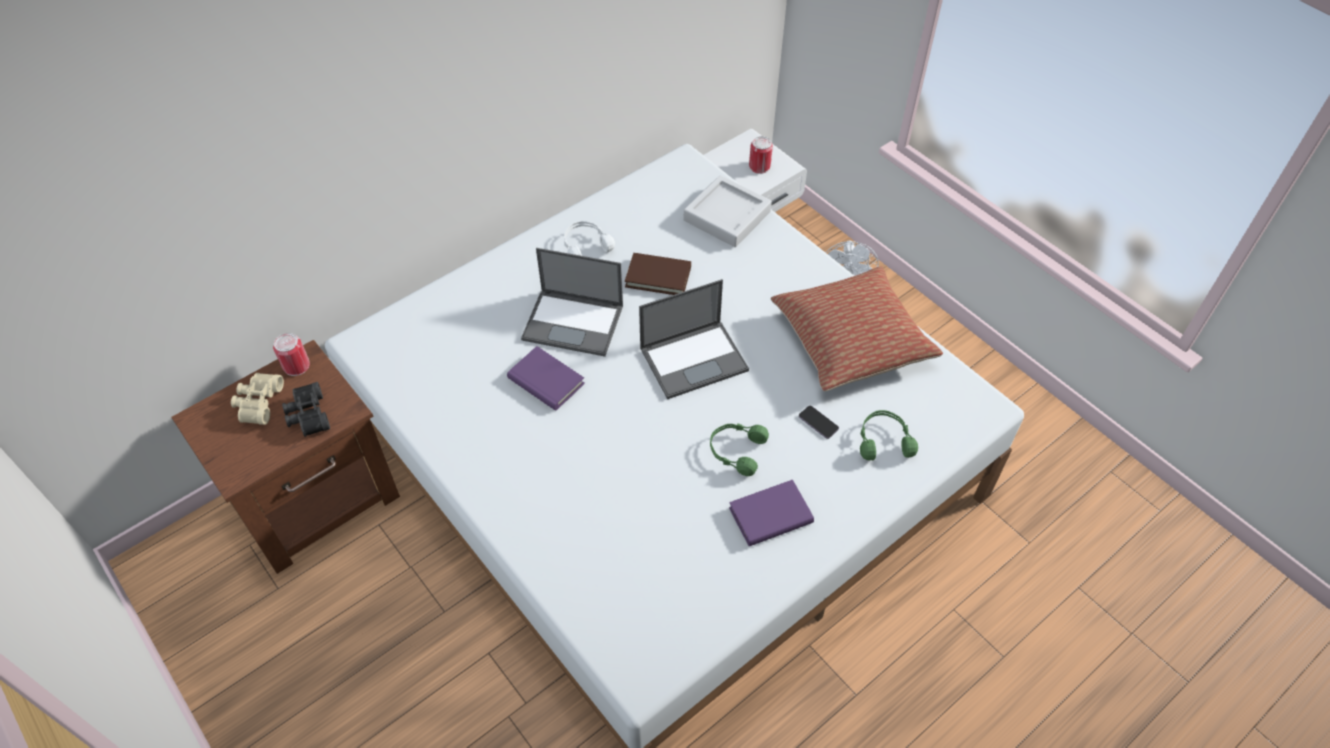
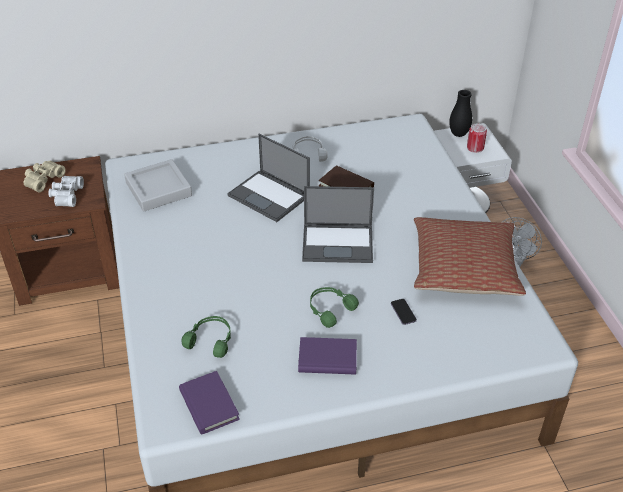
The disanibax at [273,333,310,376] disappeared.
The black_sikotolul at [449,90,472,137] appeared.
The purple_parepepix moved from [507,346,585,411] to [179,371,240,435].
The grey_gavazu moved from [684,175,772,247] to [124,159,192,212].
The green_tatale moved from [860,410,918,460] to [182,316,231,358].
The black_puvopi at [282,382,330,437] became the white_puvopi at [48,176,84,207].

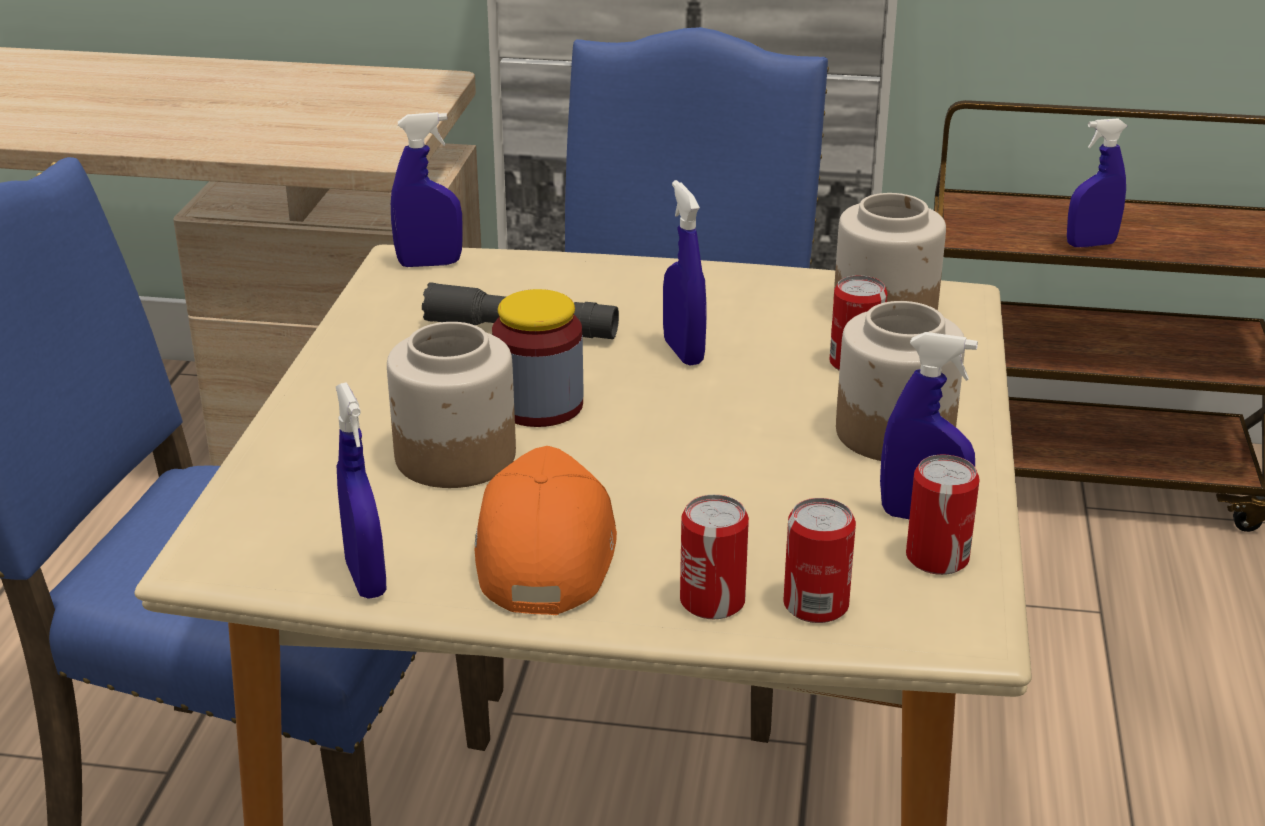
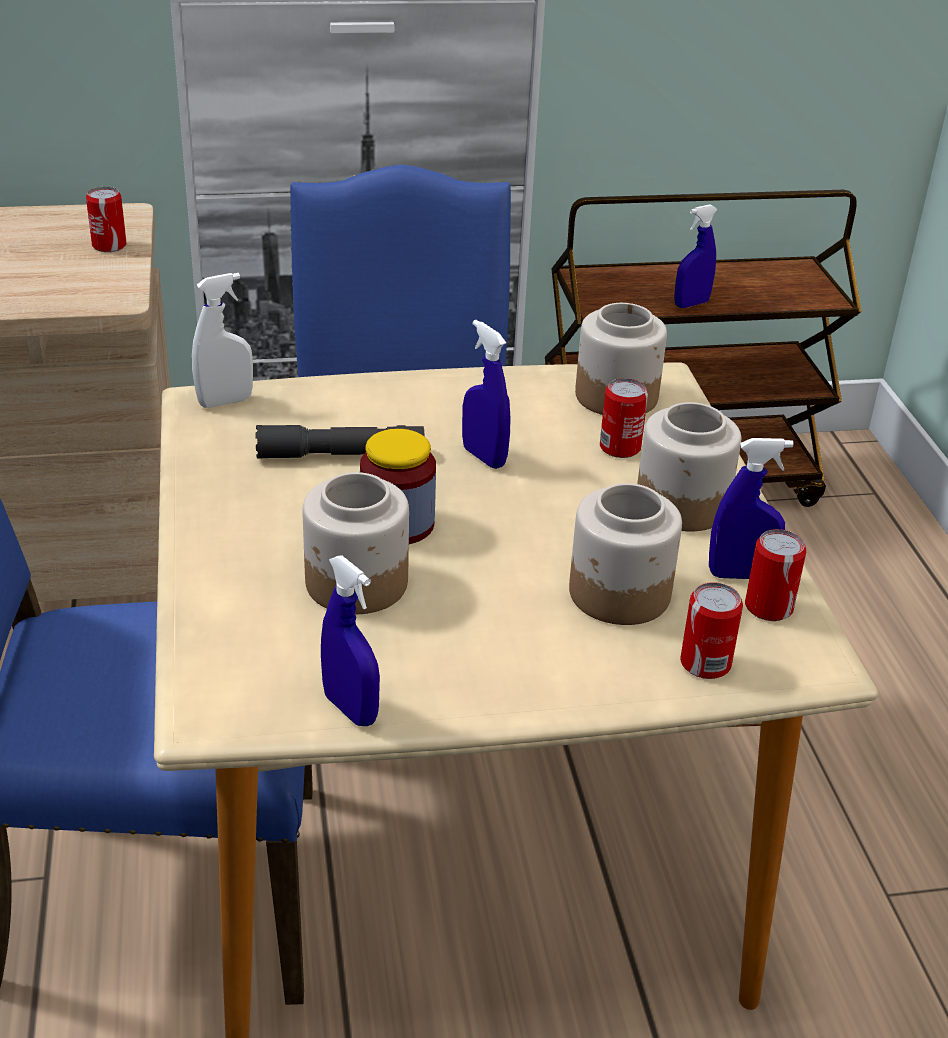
The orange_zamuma at [475,446,617,615] disappeared.
The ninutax at [569,483,682,625] appeared.
The disanibax moved from [680,495,749,619] to [86,187,127,252].
The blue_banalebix at [391,112,463,267] became the white_banalebix at [192,273,253,408].

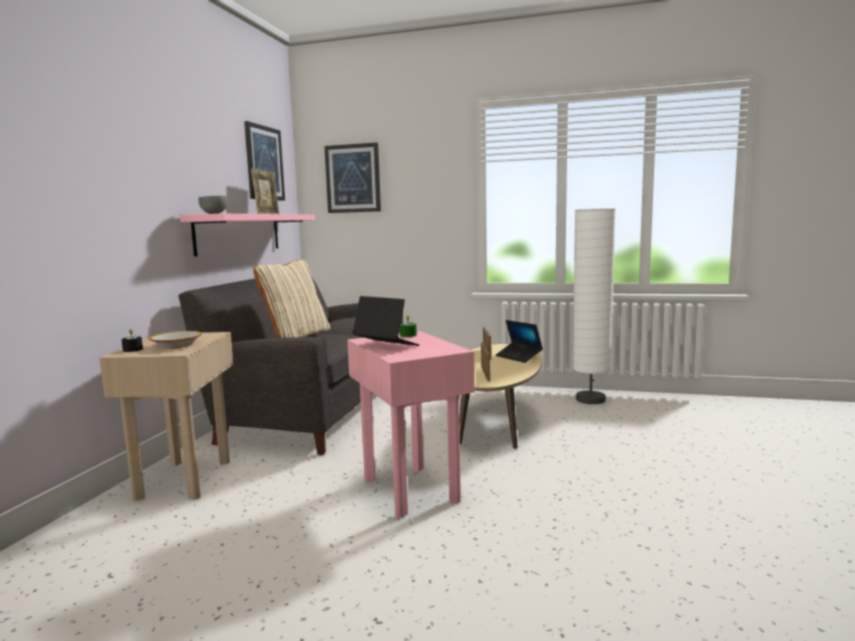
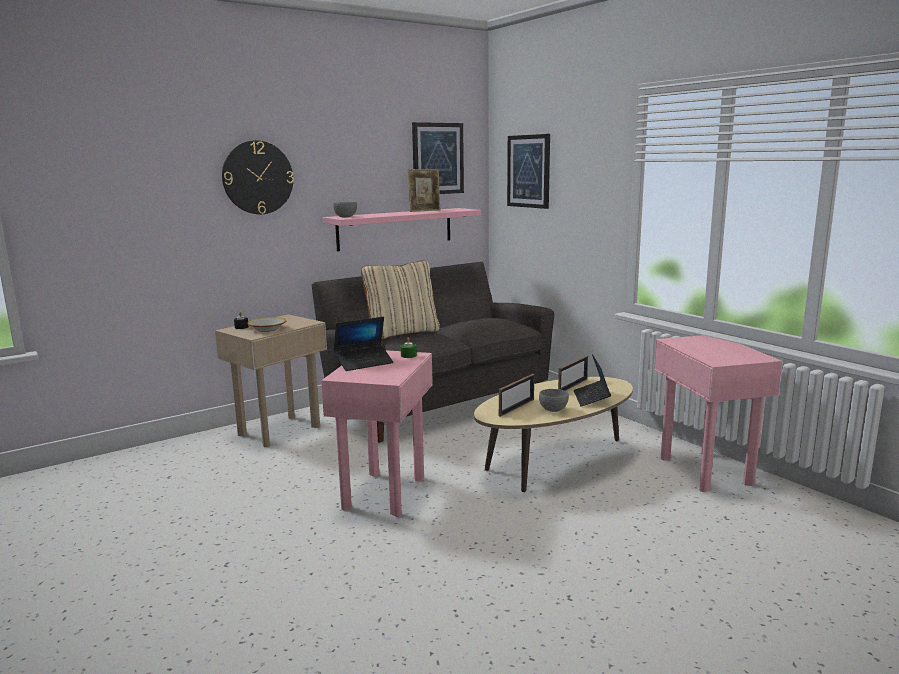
The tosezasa at [222,140,294,214] appeared.
The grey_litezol at [539,389,569,412] appeared.
The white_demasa at [572,208,616,404] was replaced by the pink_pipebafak at [654,335,782,492].
The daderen at [352,296,419,346] turned 75 degrees clockwise.

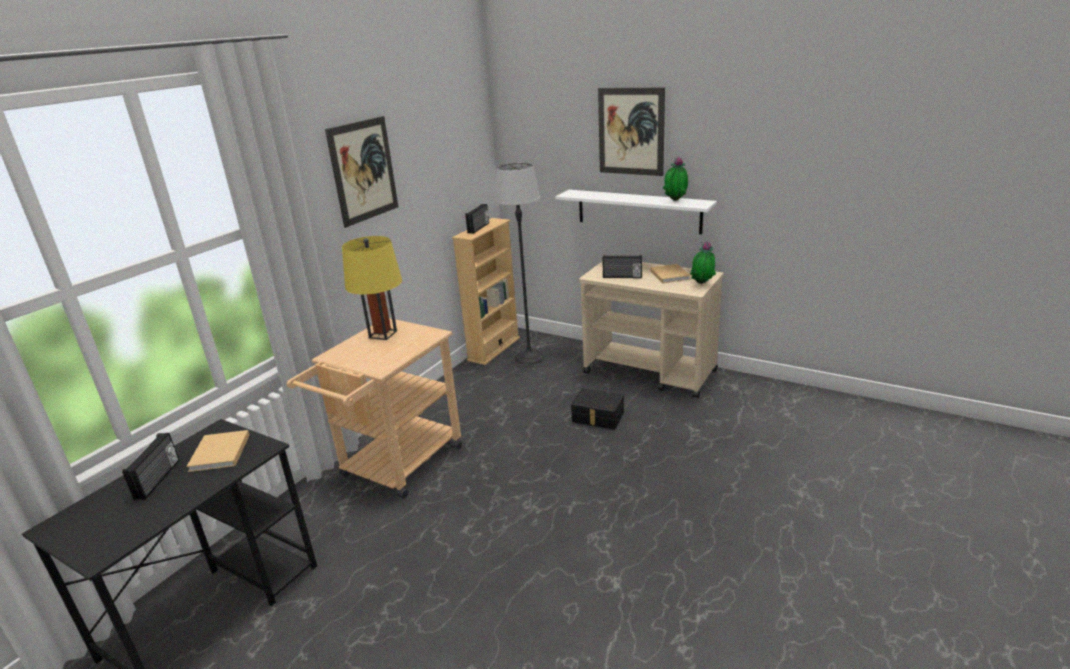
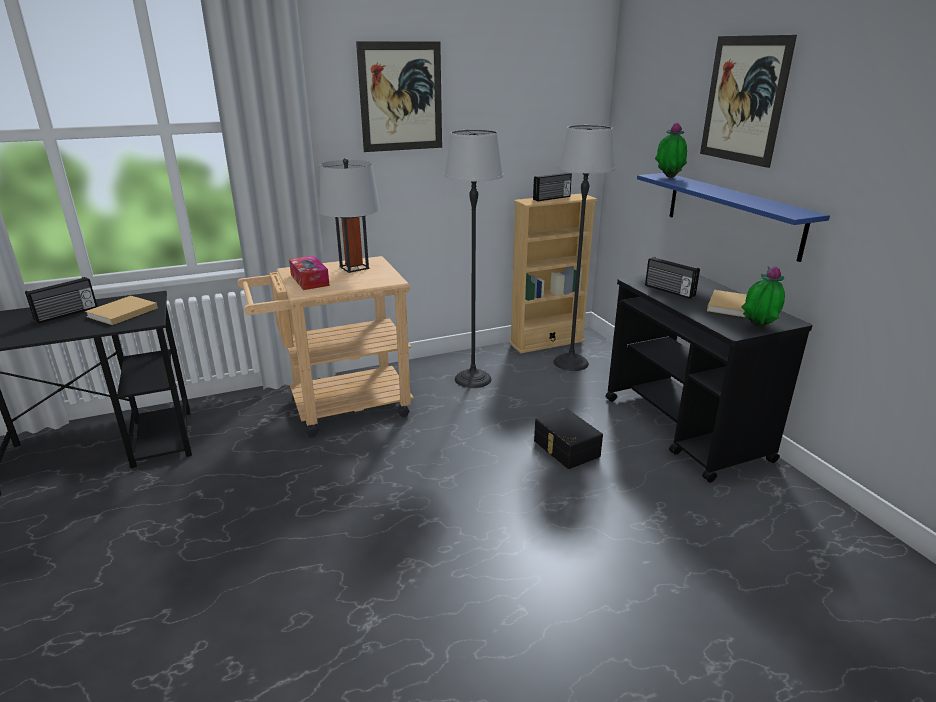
The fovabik at [289,256,330,290] appeared.
The demasa at [444,130,504,388] appeared.
The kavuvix moved from [663,157,688,201] to [655,122,687,178].
The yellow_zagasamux at [342,236,402,340] became the grey_zagasamux at [319,158,380,273].
The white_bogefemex at [555,190,717,234] became the blue_bogefemex at [637,173,830,262].
The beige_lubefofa at [579,261,724,399] became the black_lubefofa at [605,275,813,482].

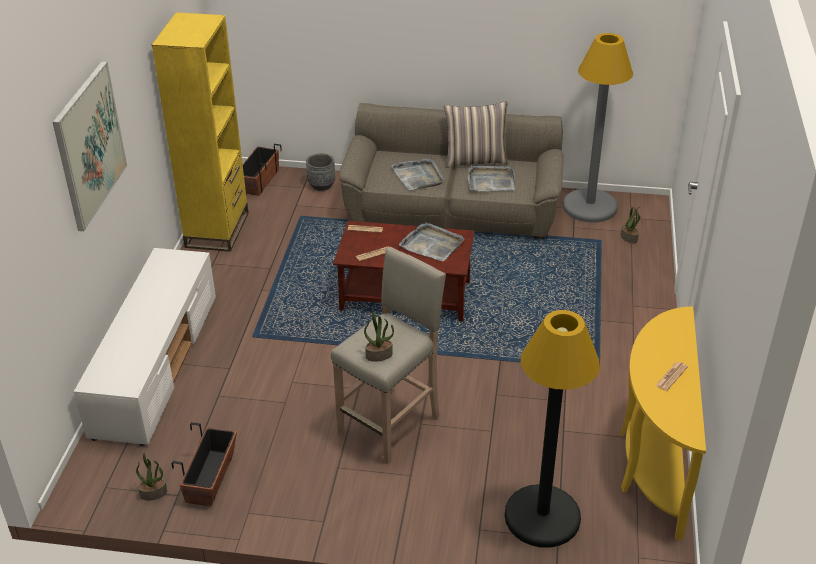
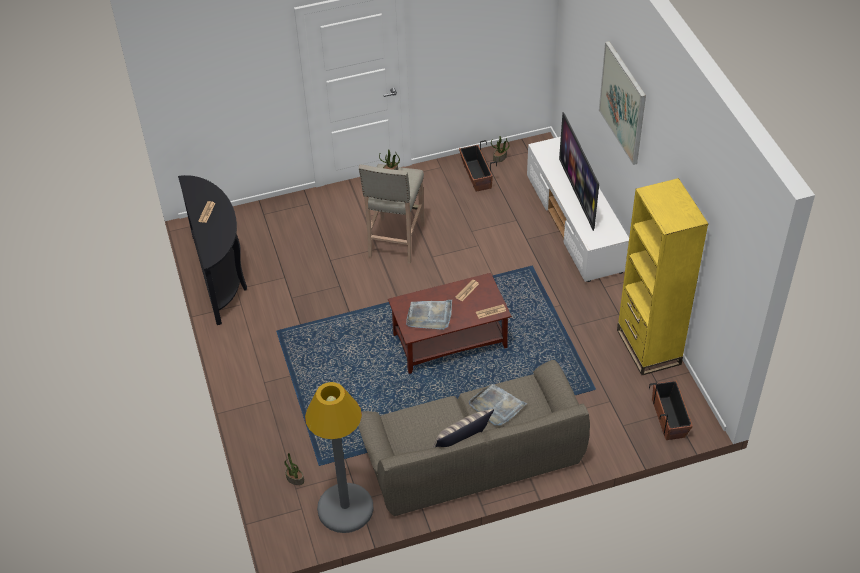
The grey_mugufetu at [306,153,335,191] disappeared.
The grey_gavazu at [468,166,515,191] disappeared.
The black_demasa at [505,310,600,548] disappeared.
The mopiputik at [559,112,599,231] appeared.
The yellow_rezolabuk at [620,306,706,540] became the black_rezolabuk at [178,175,247,325].

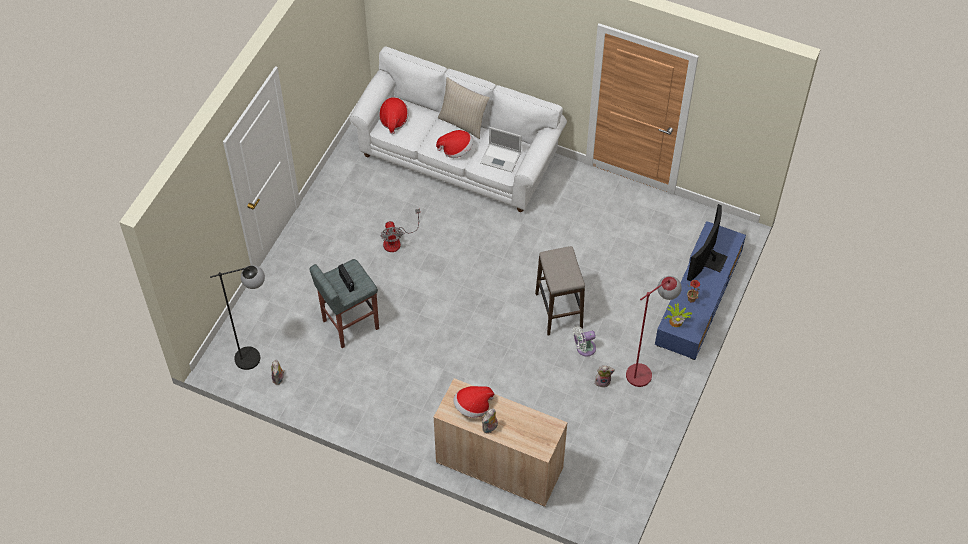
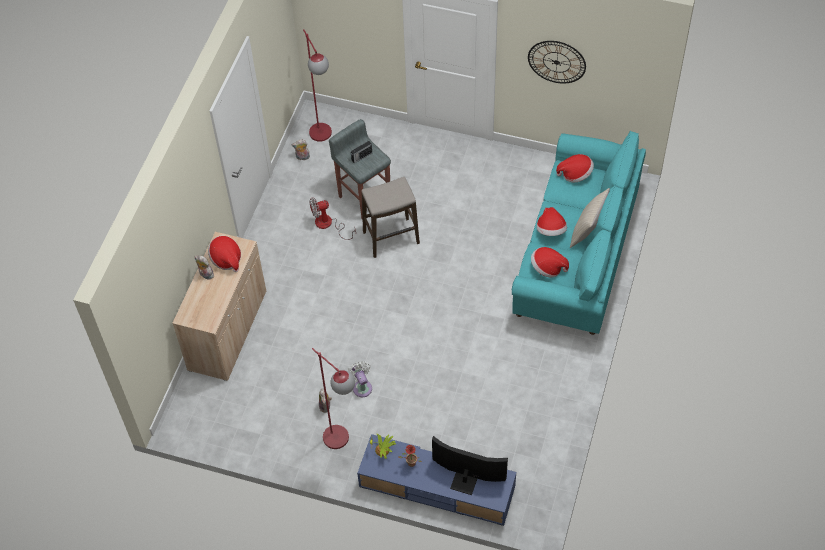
The tosezasa at [528,41,586,84] appeared.
The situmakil moved from [381,209,420,252] to [309,197,356,240].
The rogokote moved from [535,246,585,335] to [361,177,420,258].
The daderen at [480,127,522,172] was replaced by the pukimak at [531,247,569,277].
The black_demasa at [210,265,265,370] became the red_demasa at [303,29,332,142].
The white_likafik at [349,47,567,212] became the turquoise_likafik at [512,131,646,335].

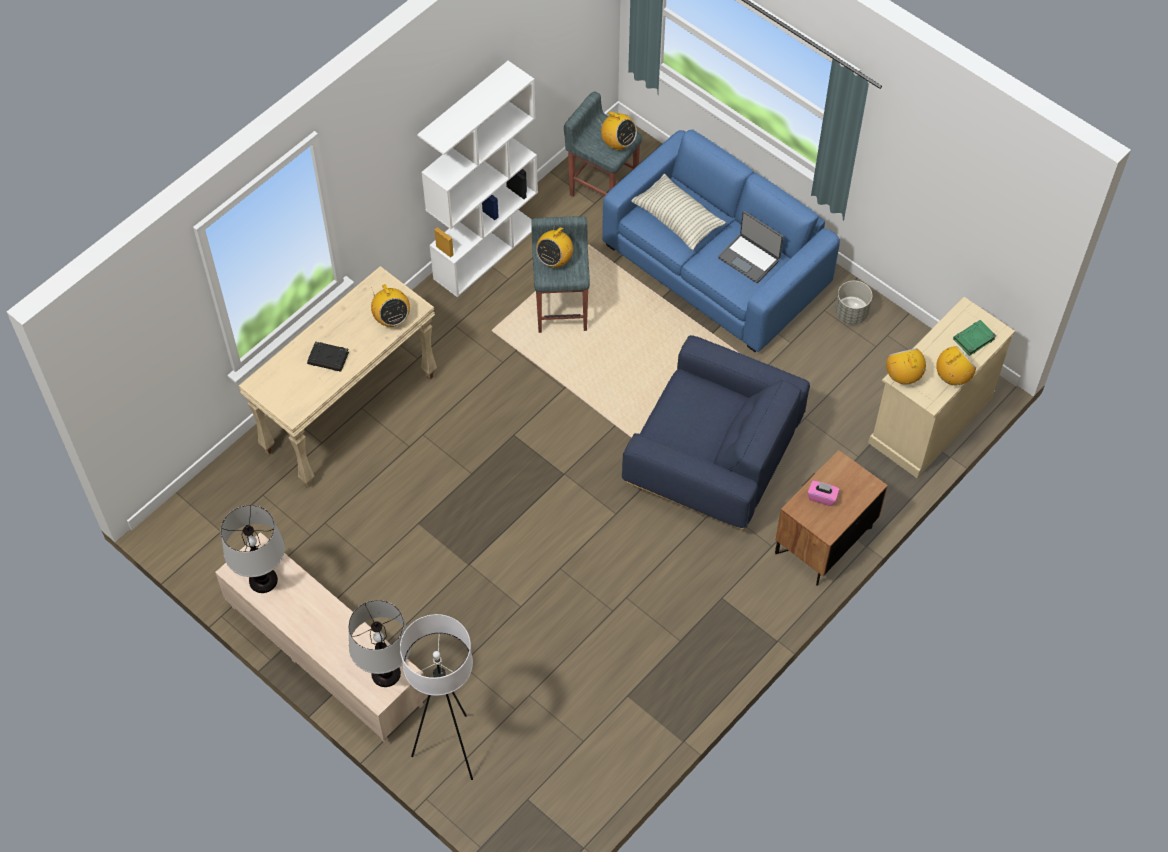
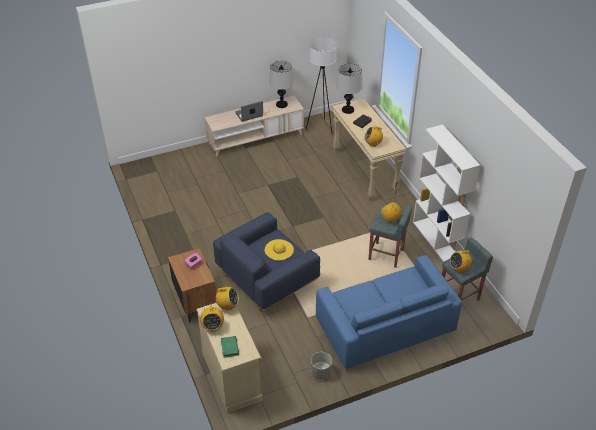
The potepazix at [631,174,726,251] disappeared.
The yellow_pukimak at [265,239,294,261] appeared.
The zagasamux moved from [348,600,411,687] to [336,63,363,114].
The white_demasa moved from [400,614,473,780] to [306,38,337,135].
The daderen moved from [718,211,783,283] to [235,101,263,122].

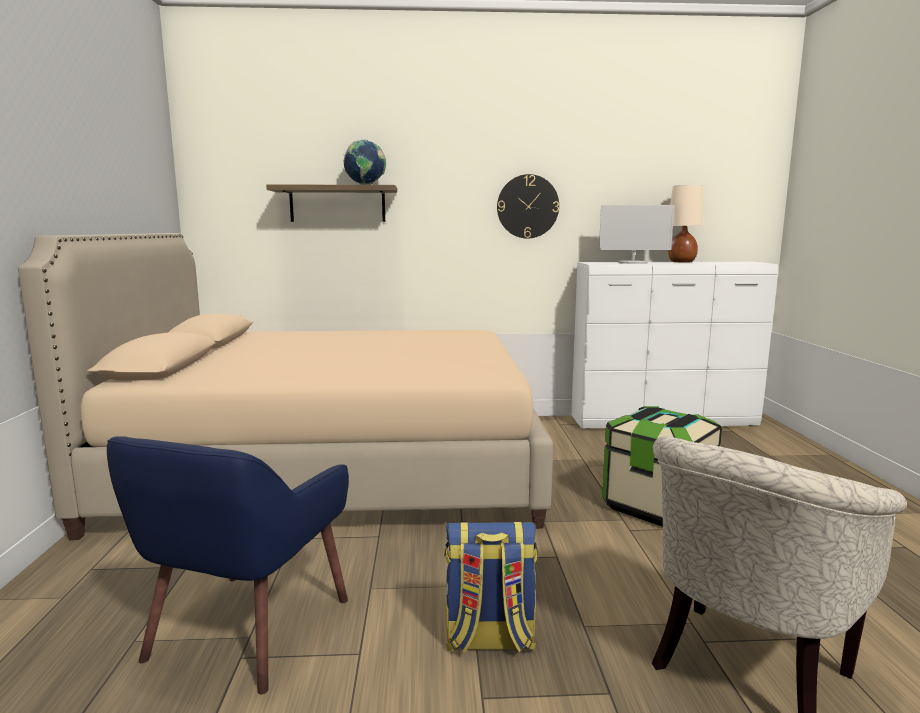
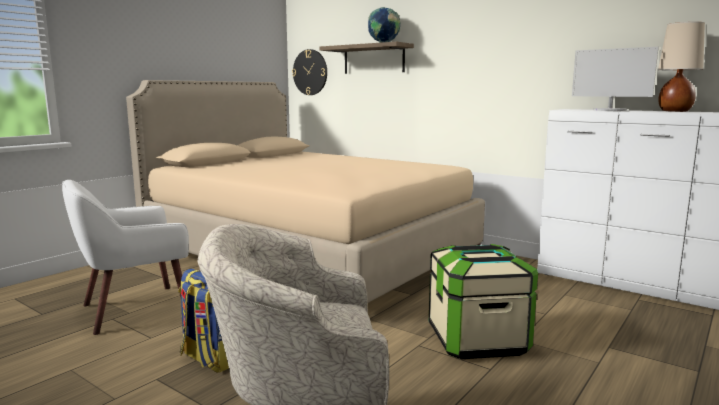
The tosezasa moved from [497,174,559,239] to [292,49,327,95].
The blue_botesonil at [107,436,349,694] became the white_botesonil at [62,180,189,335].

